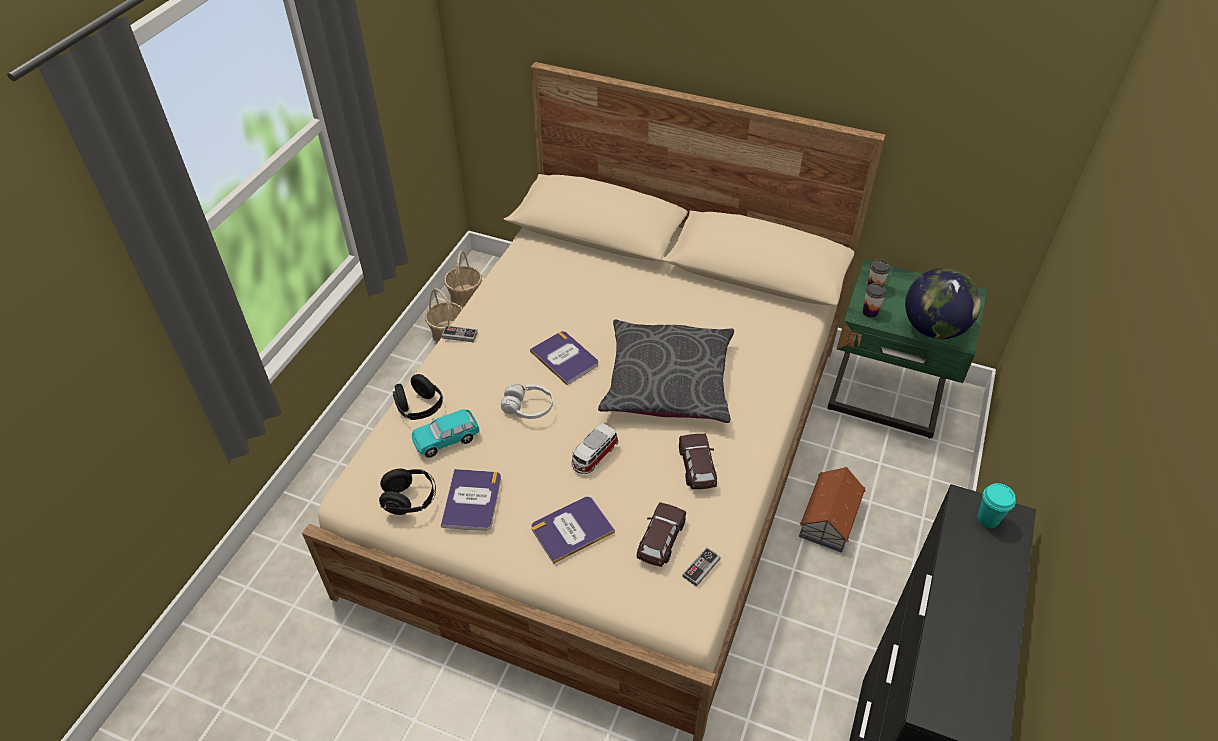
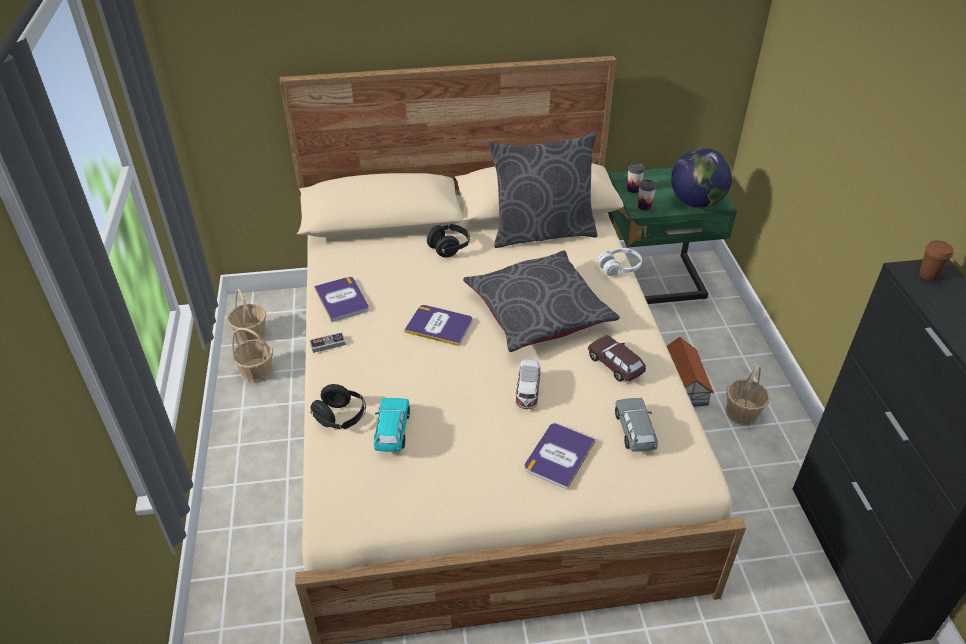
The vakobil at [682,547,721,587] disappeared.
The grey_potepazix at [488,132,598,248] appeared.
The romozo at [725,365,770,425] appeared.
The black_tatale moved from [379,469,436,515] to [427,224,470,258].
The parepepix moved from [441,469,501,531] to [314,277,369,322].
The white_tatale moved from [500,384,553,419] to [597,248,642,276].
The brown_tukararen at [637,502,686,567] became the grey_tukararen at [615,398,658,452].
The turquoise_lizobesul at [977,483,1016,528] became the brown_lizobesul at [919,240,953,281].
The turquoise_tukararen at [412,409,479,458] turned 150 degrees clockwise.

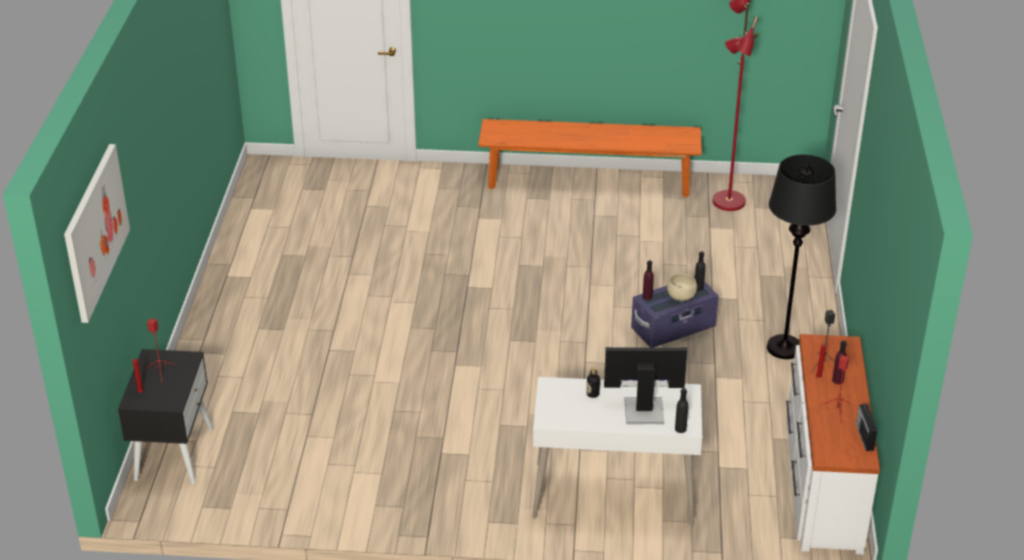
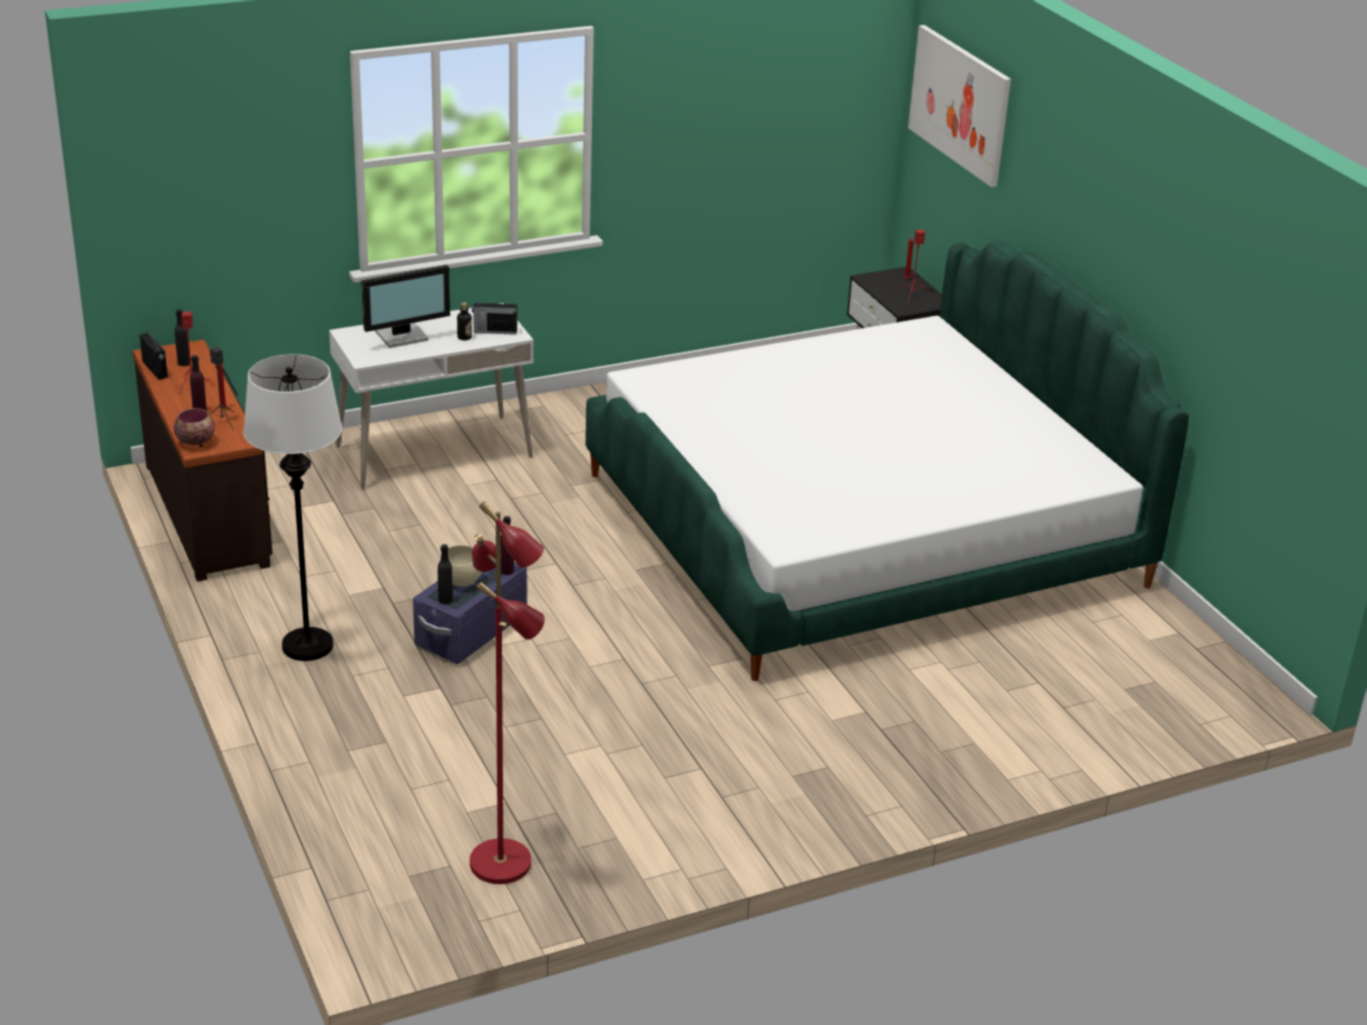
The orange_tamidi at [478,119,702,197] disappeared.
The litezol at [173,408,215,447] appeared.
The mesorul at [472,299,517,335] appeared.
The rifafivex at [585,240,1189,681] appeared.
The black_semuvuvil moved from [675,388,688,433] to [175,309,190,366].
The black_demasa at [767,155,836,359] became the white_demasa at [243,354,342,661].
The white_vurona at [786,334,880,554] became the brown_vurona at [132,339,273,581].

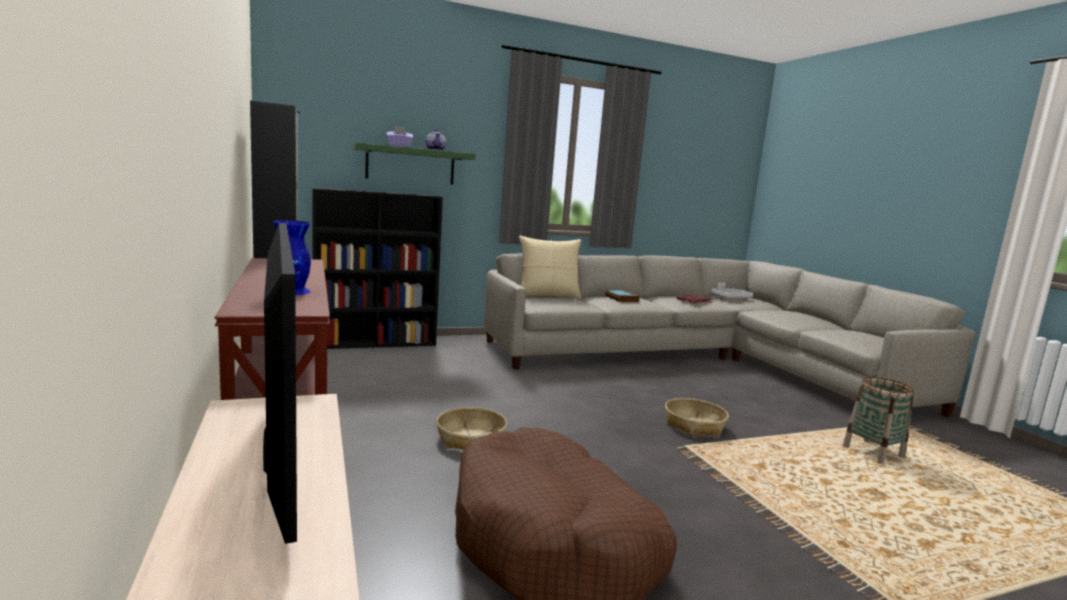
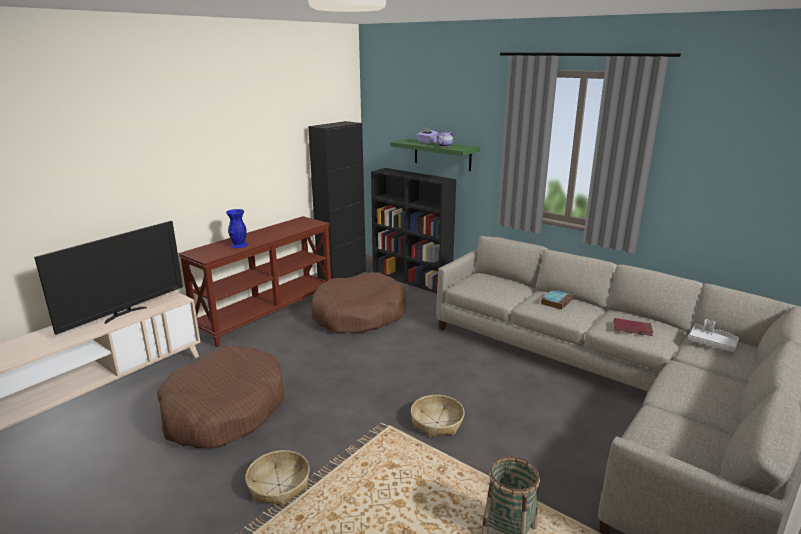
The beige_potepazix at [519,236,581,299] disappeared.
The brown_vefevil at [311,272,406,334] appeared.
The romozo moved from [437,407,507,449] to [245,450,310,506].

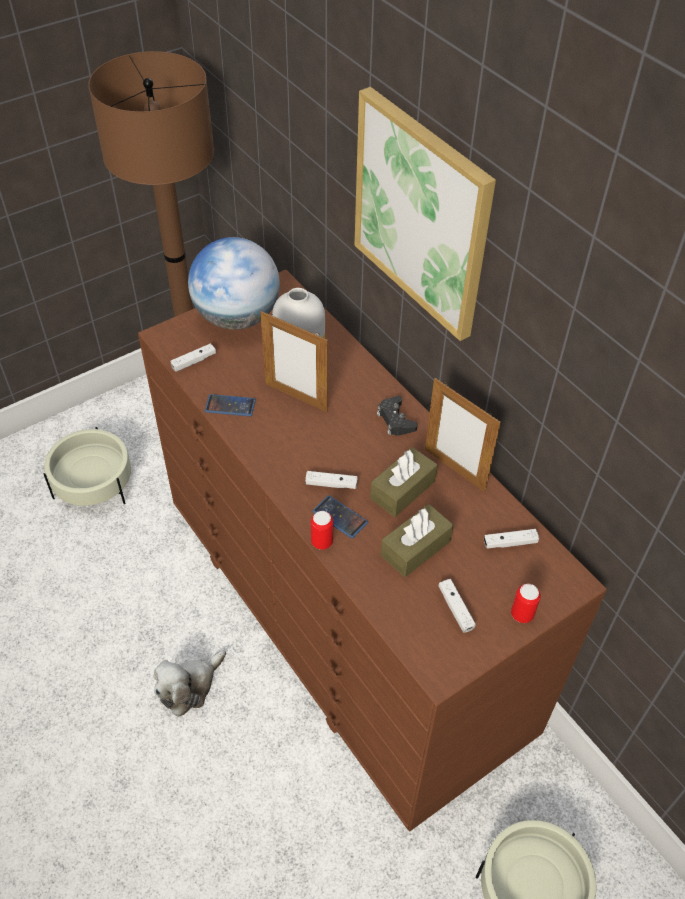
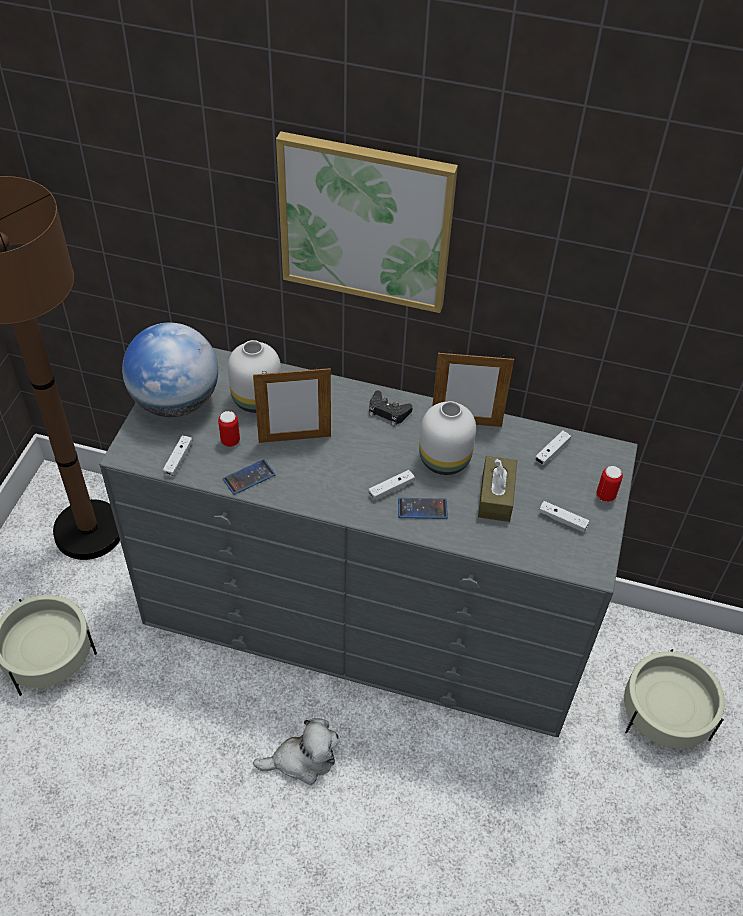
The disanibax moved from [311,511,333,550] to [218,411,240,447].
The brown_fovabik at [370,447,438,517] was replaced by the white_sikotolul at [419,401,476,475].
The brown_vurona at [138,270,607,831] became the grey_vurona at [99,348,638,737].
The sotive at [153,650,226,717] turned 105 degrees counterclockwise.

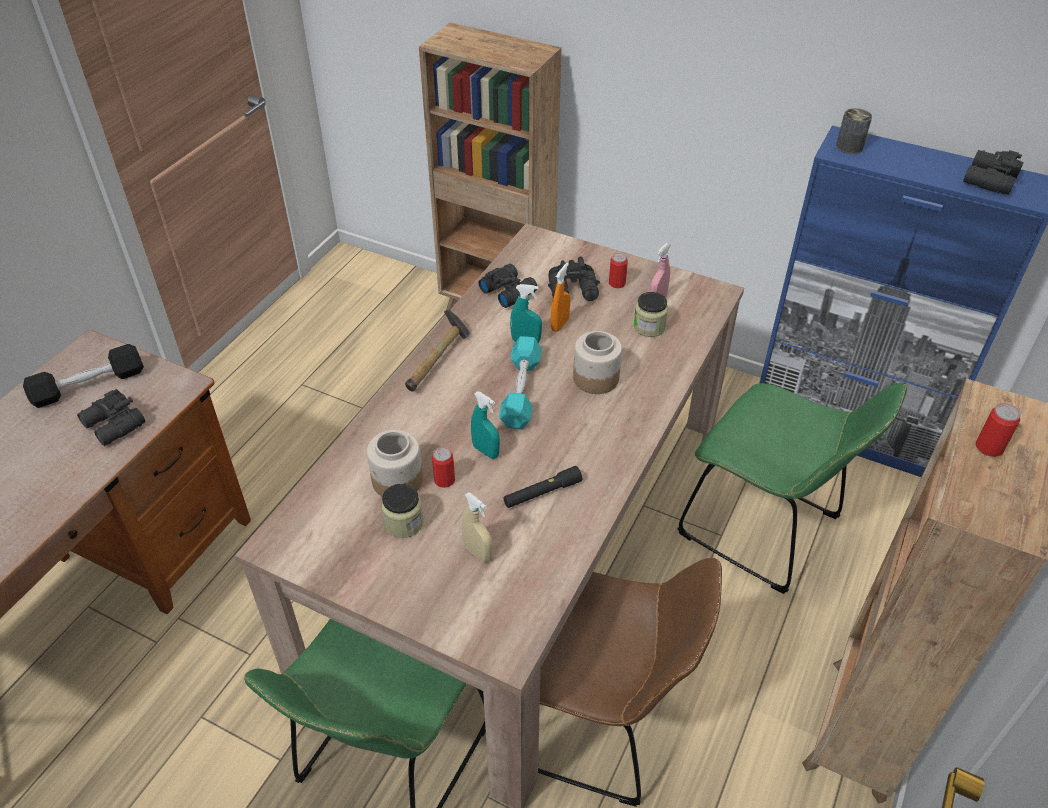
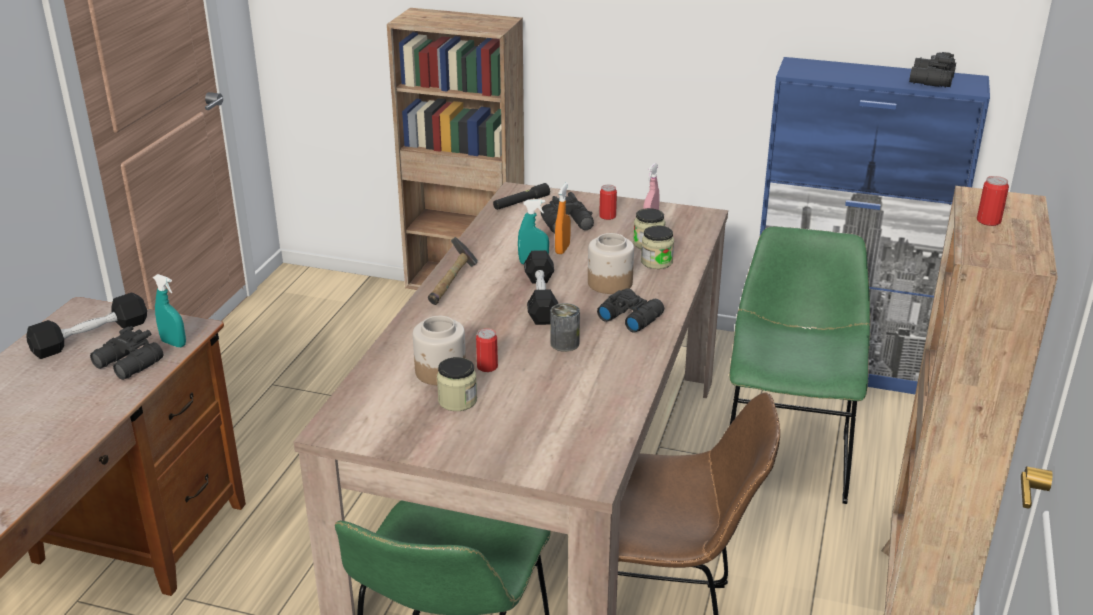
The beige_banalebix at [462,492,492,562] disappeared.
The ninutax at [641,226,674,269] appeared.
The turquoise_banalebix moved from [471,392,500,459] to [153,274,186,347].
The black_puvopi moved from [478,264,537,308] to [597,288,664,333].
The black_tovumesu moved from [504,466,582,508] to [493,183,550,210].
The disanibax moved from [836,108,872,154] to [551,303,580,352].
The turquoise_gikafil at [499,336,542,429] became the black_gikafil at [524,250,558,325].
The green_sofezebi at [678,383,907,594] turned 105 degrees counterclockwise.

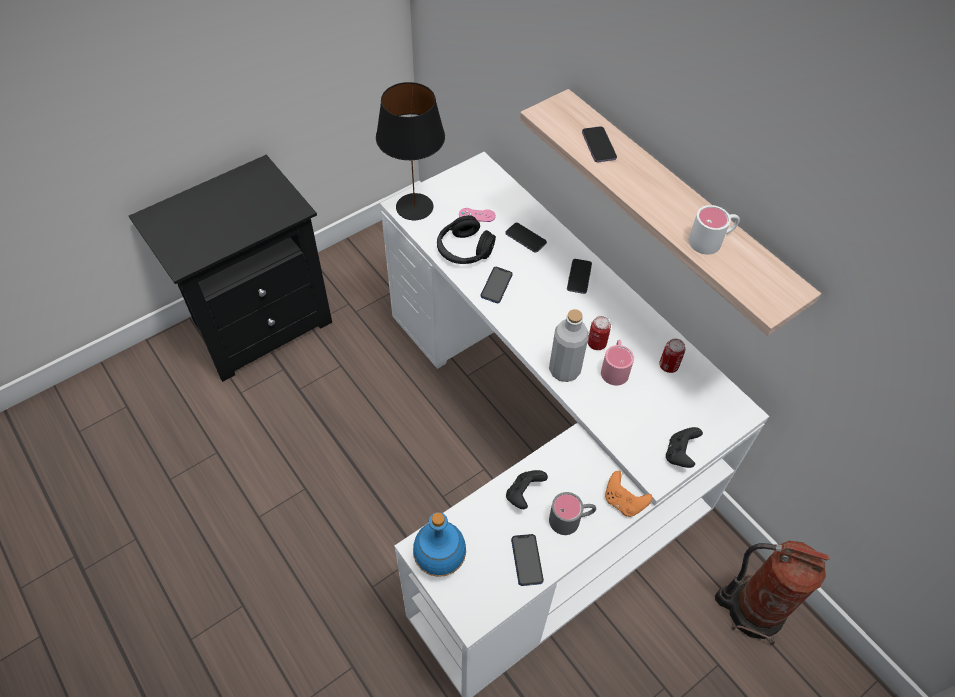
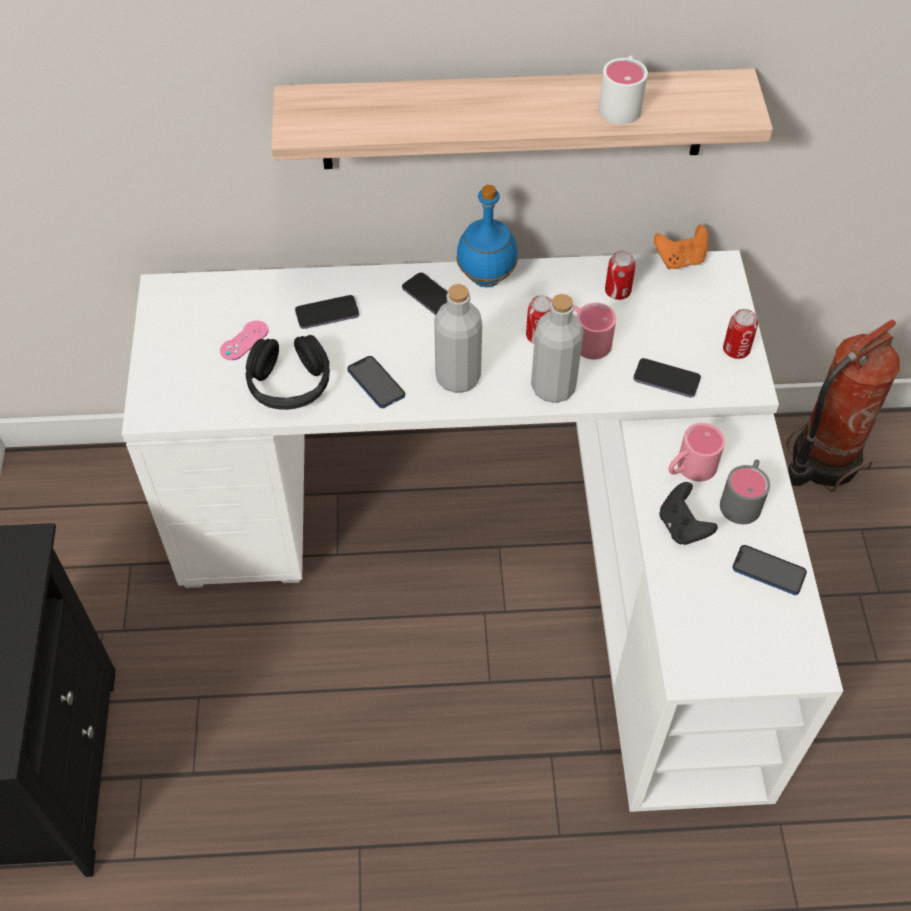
The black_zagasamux at [376,82,445,220] disappeared.
The grey_semuvuvil at [434,284,482,393] appeared.
The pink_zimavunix at [669,423,725,481] appeared.
The blue_semuvuvil moved from [413,512,466,577] to [456,185,518,287].
The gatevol moved from [582,126,617,162] to [633,358,701,398].
The orange_vakobil moved from [605,471,653,517] to [654,225,708,269].
The black_vakobil at [666,427,703,468] was replaced by the disanibax at [723,309,758,359].

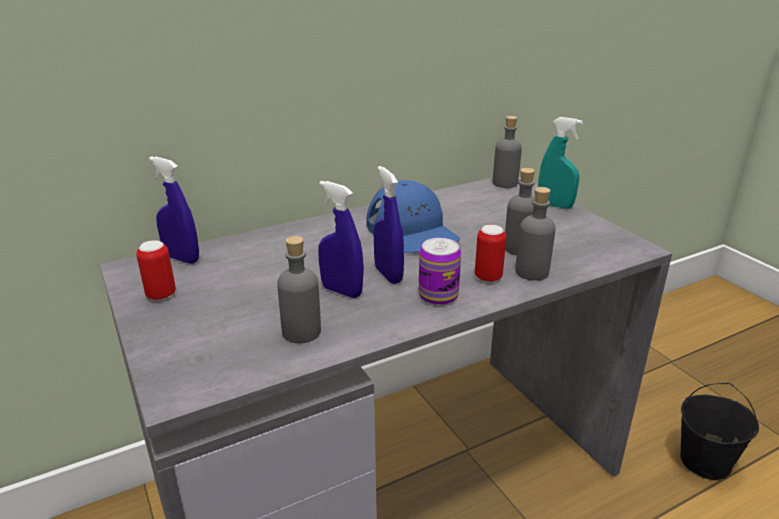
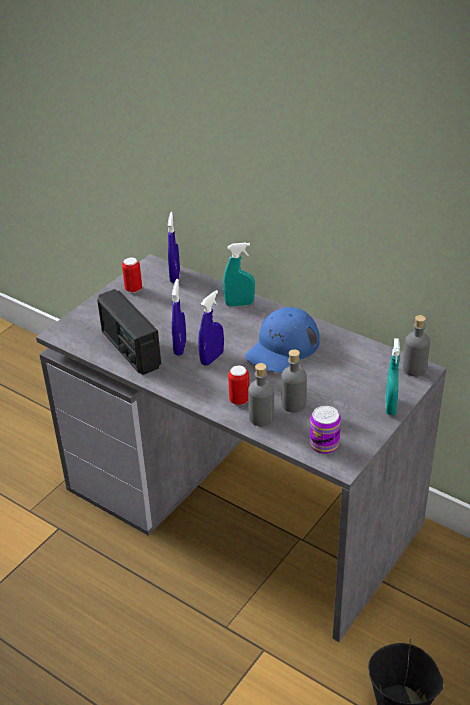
The turquoise_banalebix at [223,243,255,306] appeared.
The disanibax moved from [419,238,461,306] to [310,406,341,454].
The grey_semuvuvil at [277,236,321,343] was replaced by the mesorul at [97,289,161,375].

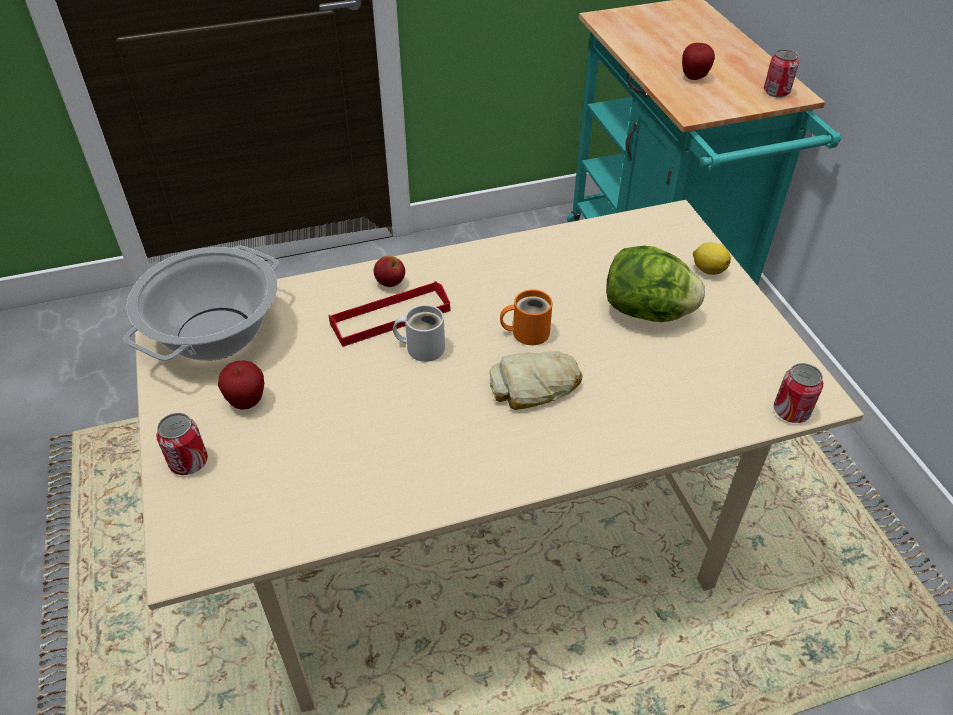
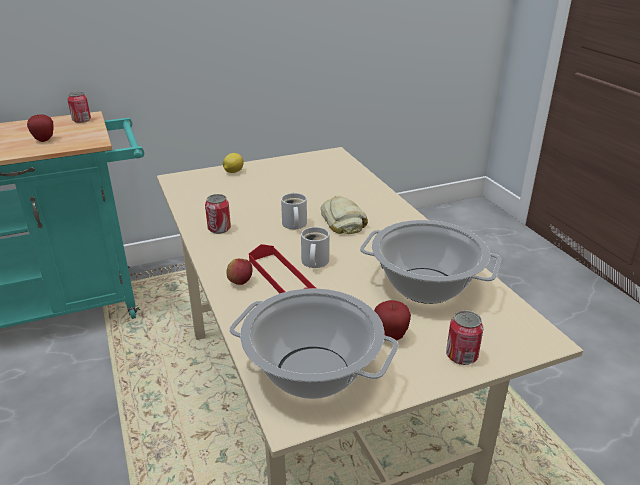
The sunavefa at [606,246,705,322] disappeared.
The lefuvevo at [360,220,501,304] appeared.
The disanibax moved from [774,363,823,423] to [205,194,231,234].
The orange_zimavunix at [500,289,553,345] became the white_zimavunix at [281,193,307,229].

